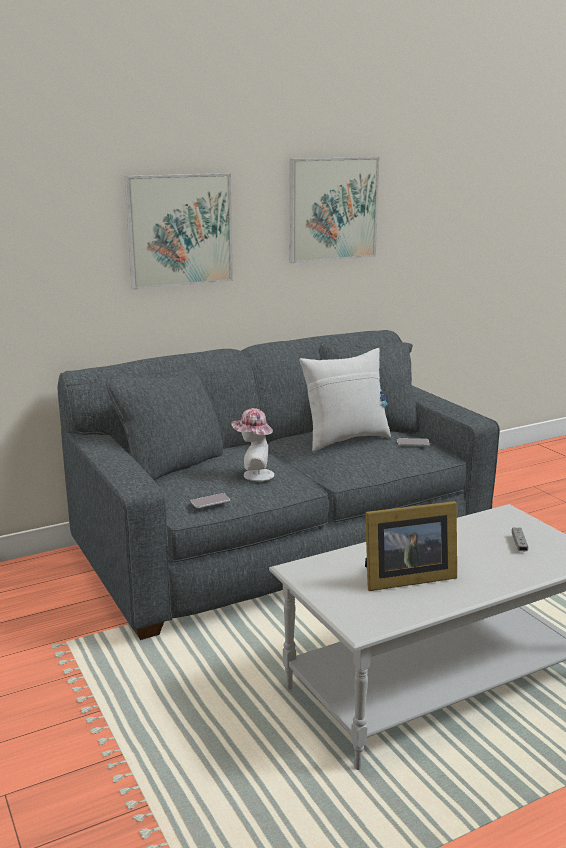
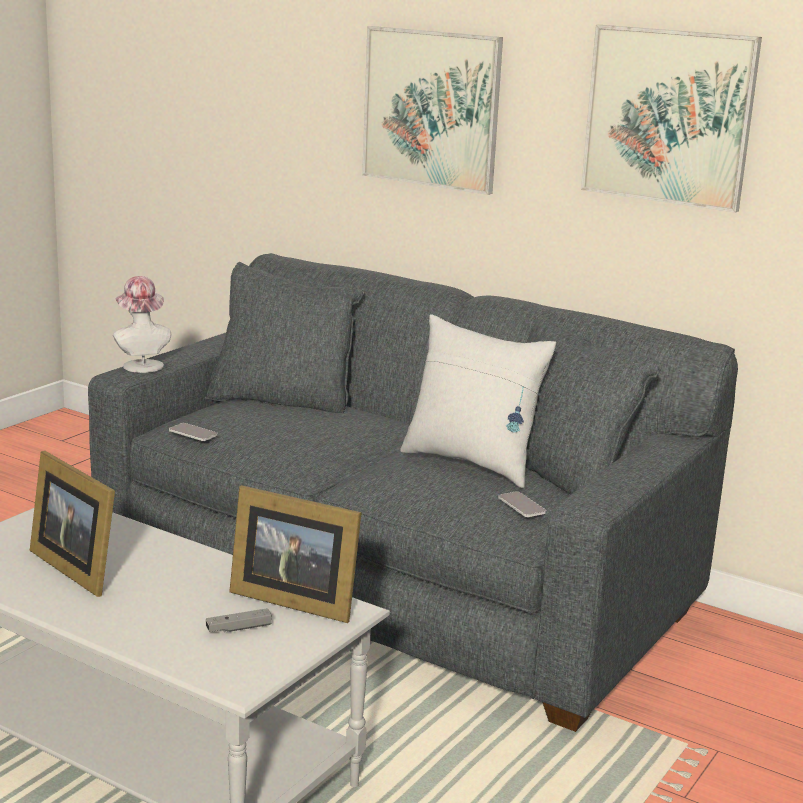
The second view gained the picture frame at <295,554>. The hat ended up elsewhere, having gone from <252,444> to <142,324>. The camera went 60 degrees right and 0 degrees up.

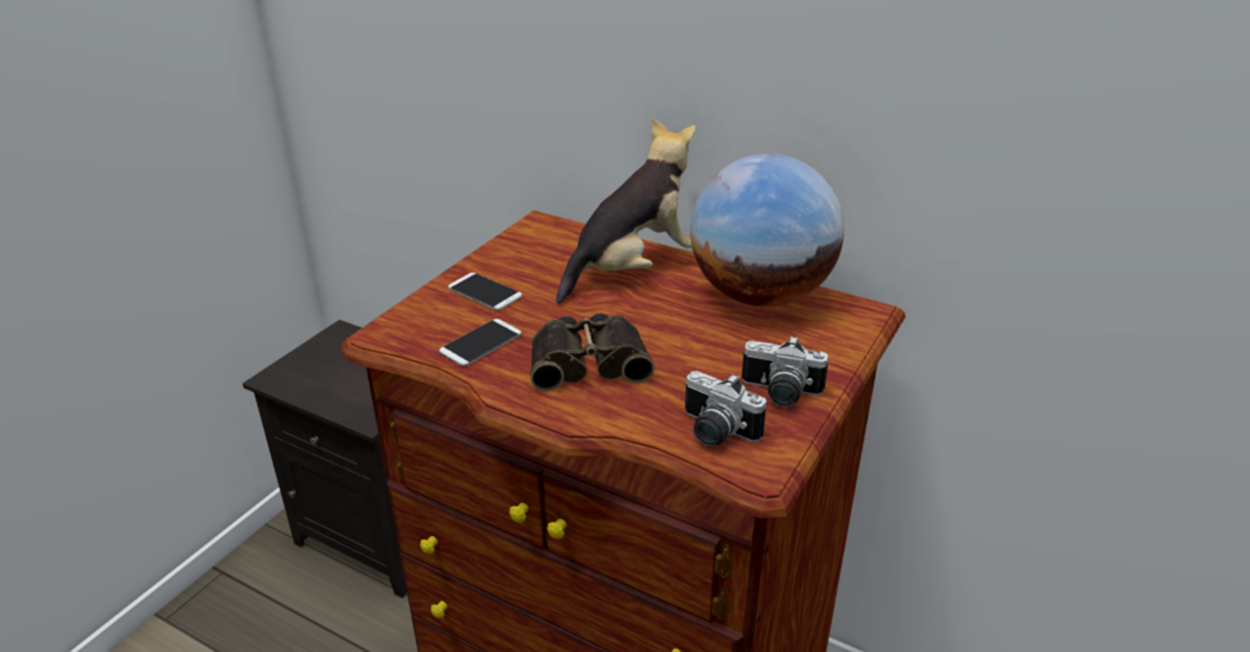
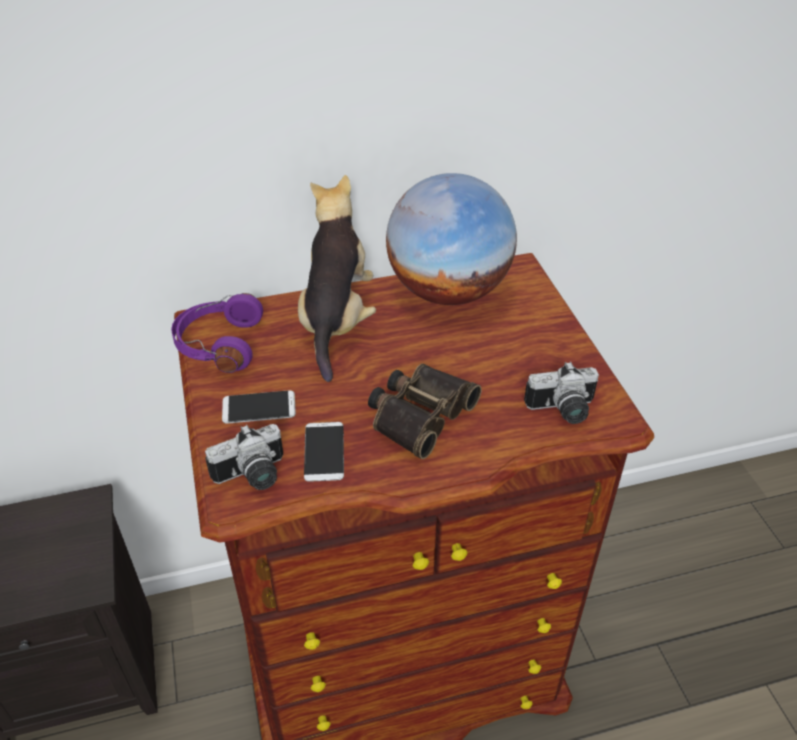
The second view gained the headphones (purple) at <217,333>. The photo camera ended up elsewhere, having gone from <785,371> to <244,457>. The camera went 45 degrees left and 10 degrees up.

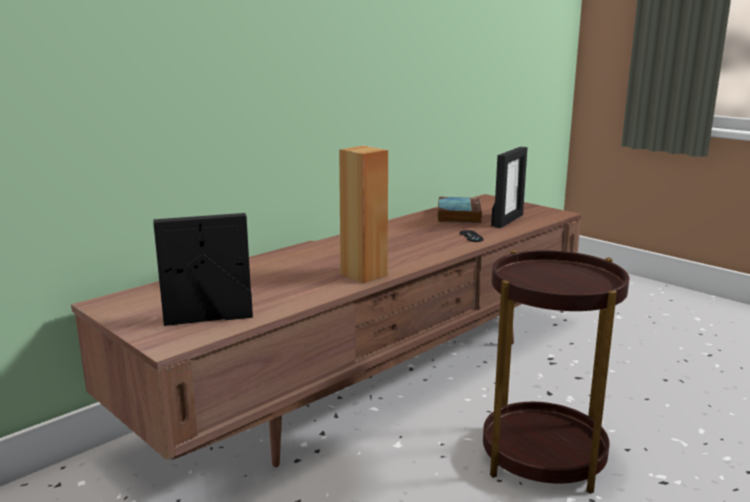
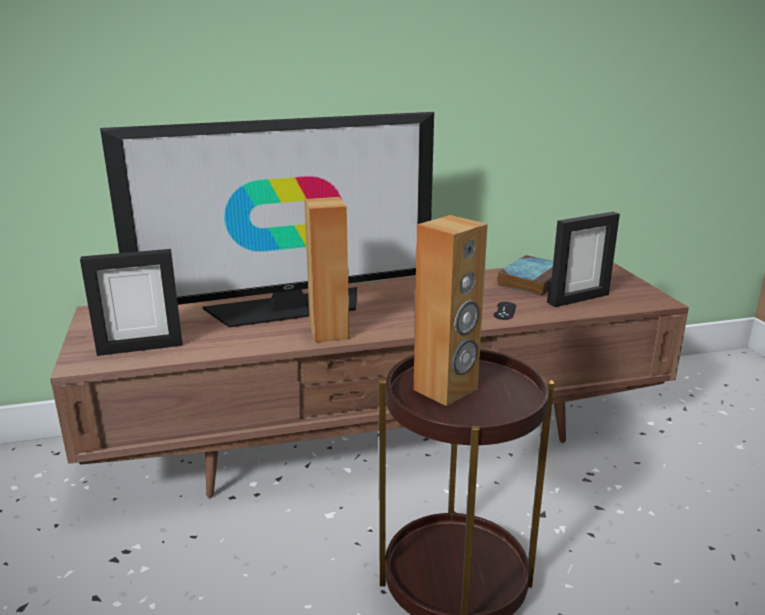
The second view gained the television at <267,219>. The second view gained the speaker (brown) at <451,310>. The picture frame at <203,269> ended up facing another way, 150 degrees clockwise from before. The camera went 30 degrees right and 5 degrees up.

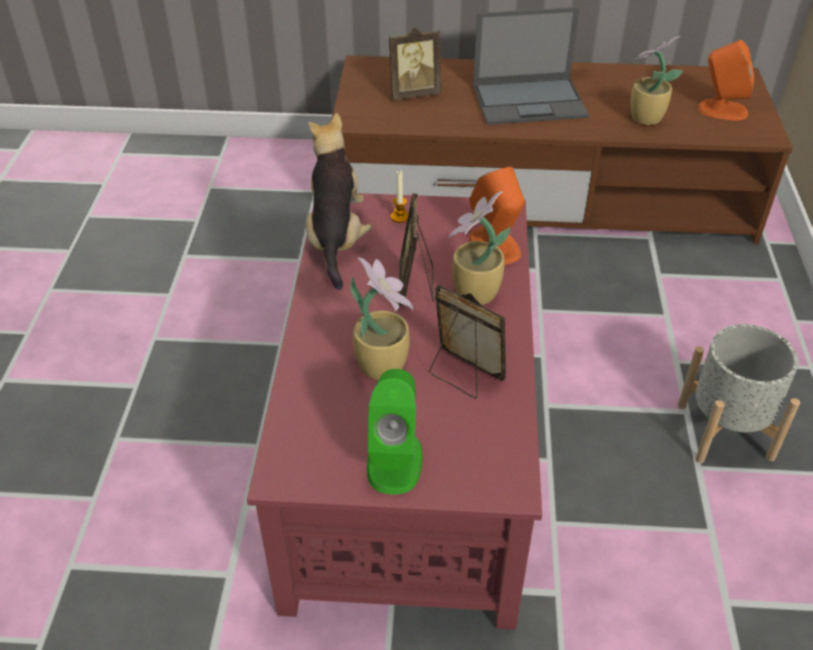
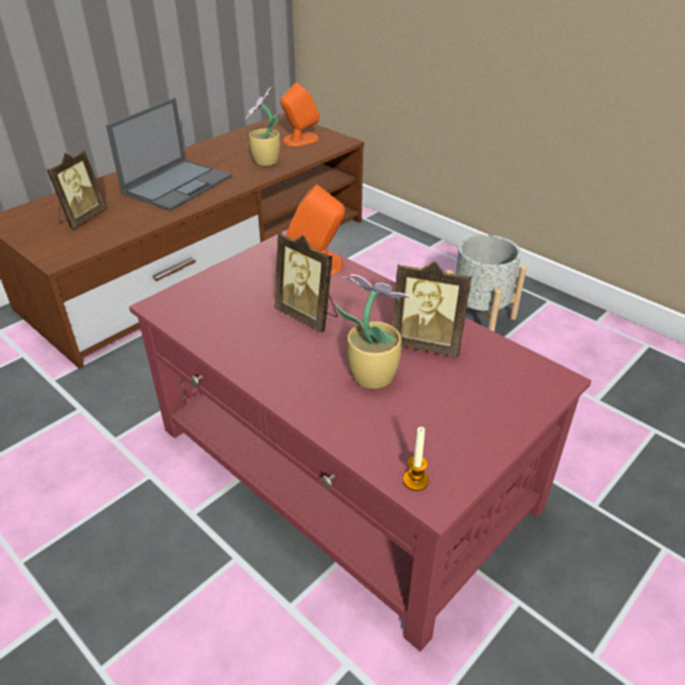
The second view lost the plush toy at <339,201>. The second view lost the speaker (green) at <394,431>. The second view lost the potted plant at <479,248>. The candle ended up elsewhere, having gone from <400,196> to <416,459>. The picture frame at <467,341> ended up facing another way, 150 degrees counterclockwise from before. The camera went 50 degrees left and 5 degrees down.

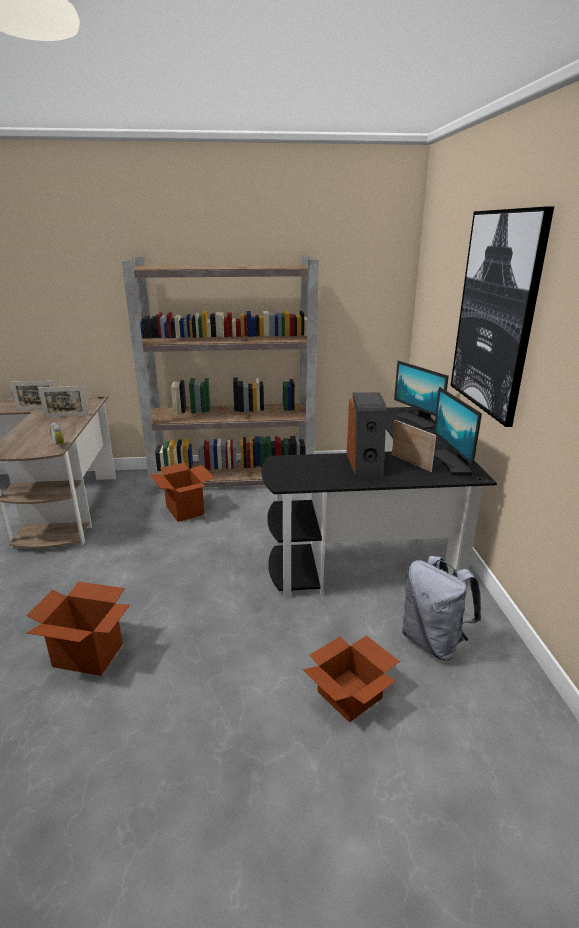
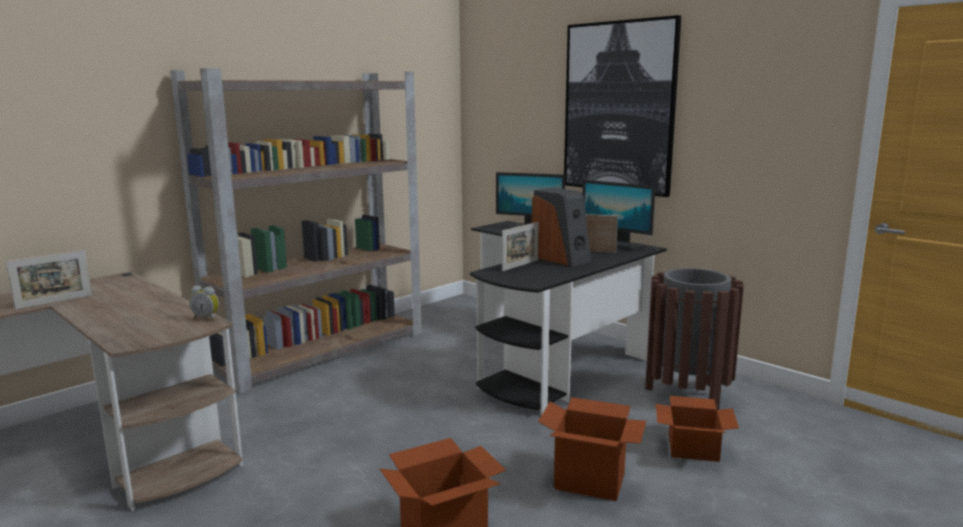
The picture frame ended up elsewhere, having gone from <63,402> to <520,246>. The cardboard box ended up elsewhere, having gone from <182,492> to <592,449>. Where the backpack (grey) stood at <441,608>, the trash can (brown) came to stand at <694,339>. The camera went 40 degrees left and 10 degrees down.

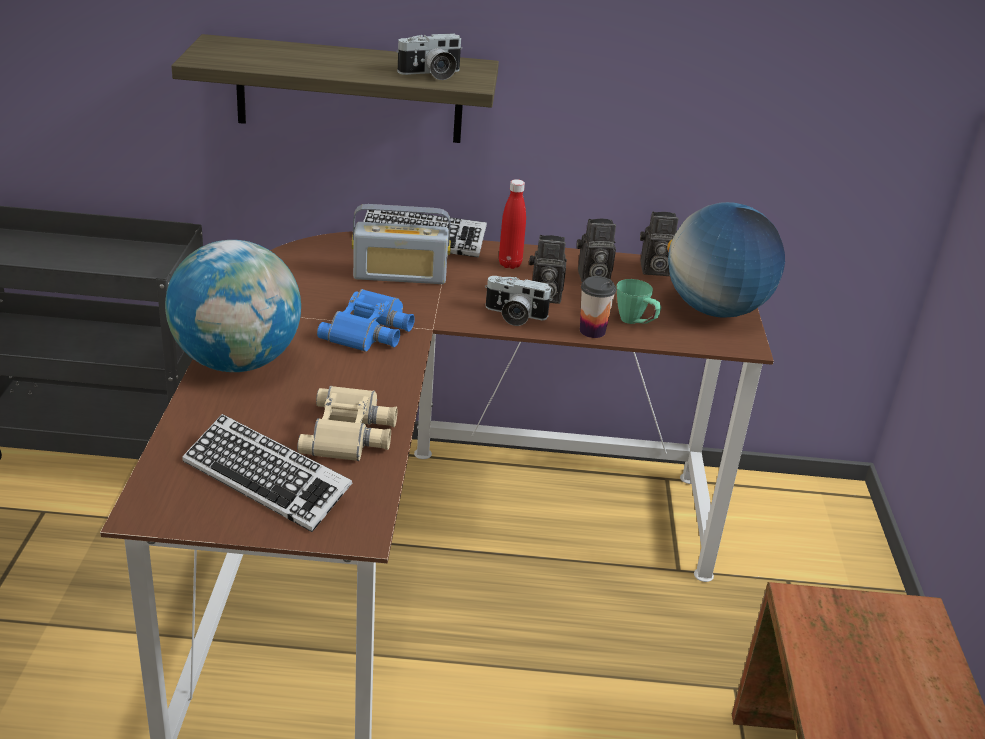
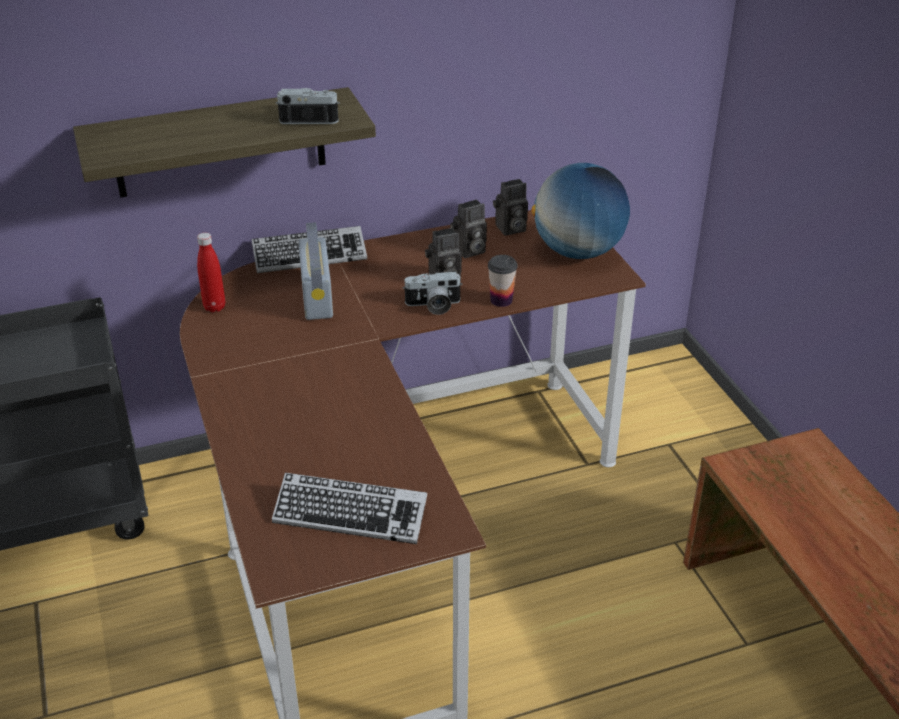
The second view lost the globe at <233,306>. The second view lost the binoculars (beige) at <347,423>. The second view lost the binoculars (blue) at <366,320>. The second view lost the mug (green) at <638,301>. The bottle (red) ended up elsewhere, having gone from <512,224> to <211,272>. The radio at <401,244> ended up facing another way, 75 degrees counterclockwise from before. The photo camera at <429,56> ended up facing another way, 135 degrees counterclockwise from before. The camera went 20 degrees left and 5 degrees up.

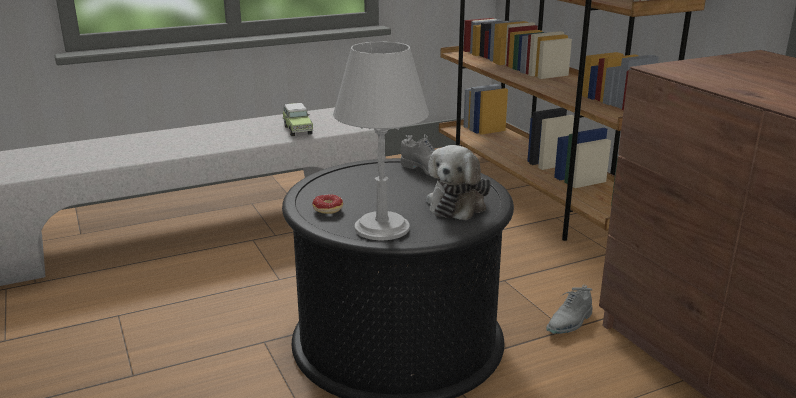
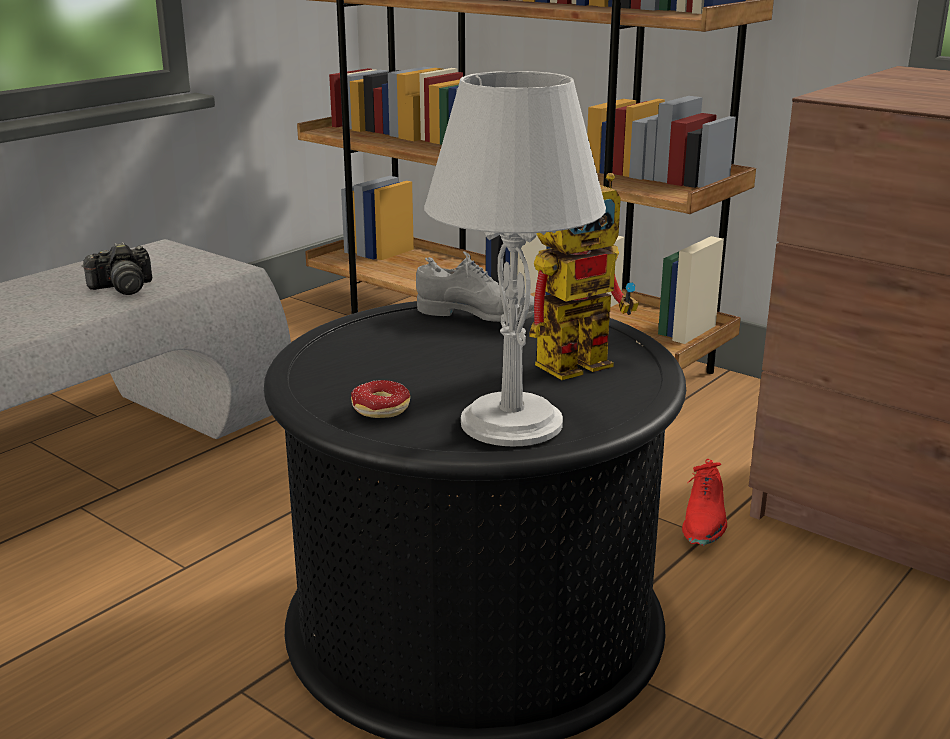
Where the toy car stood at <298,119>, the photo camera came to stand at <116,268>. Where the plush toy stood at <458,182>, the toy robot came to stand at <584,276>. What was the shoe (grey) at <569,309> turned into the shoe (red) at <704,502>. The camera went 25 degrees left and 0 degrees up.

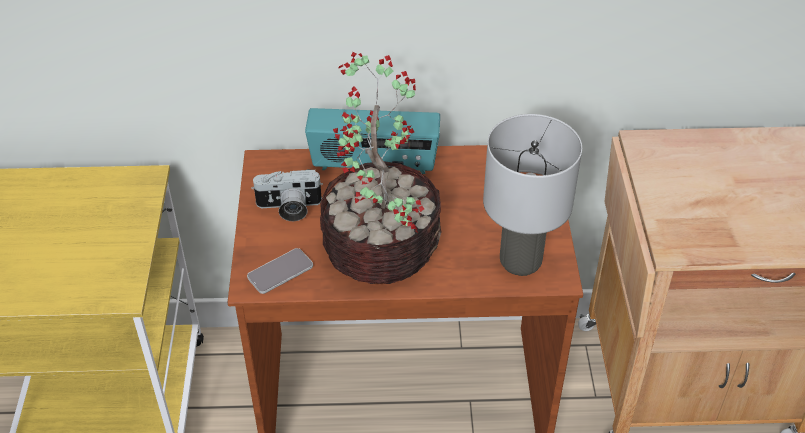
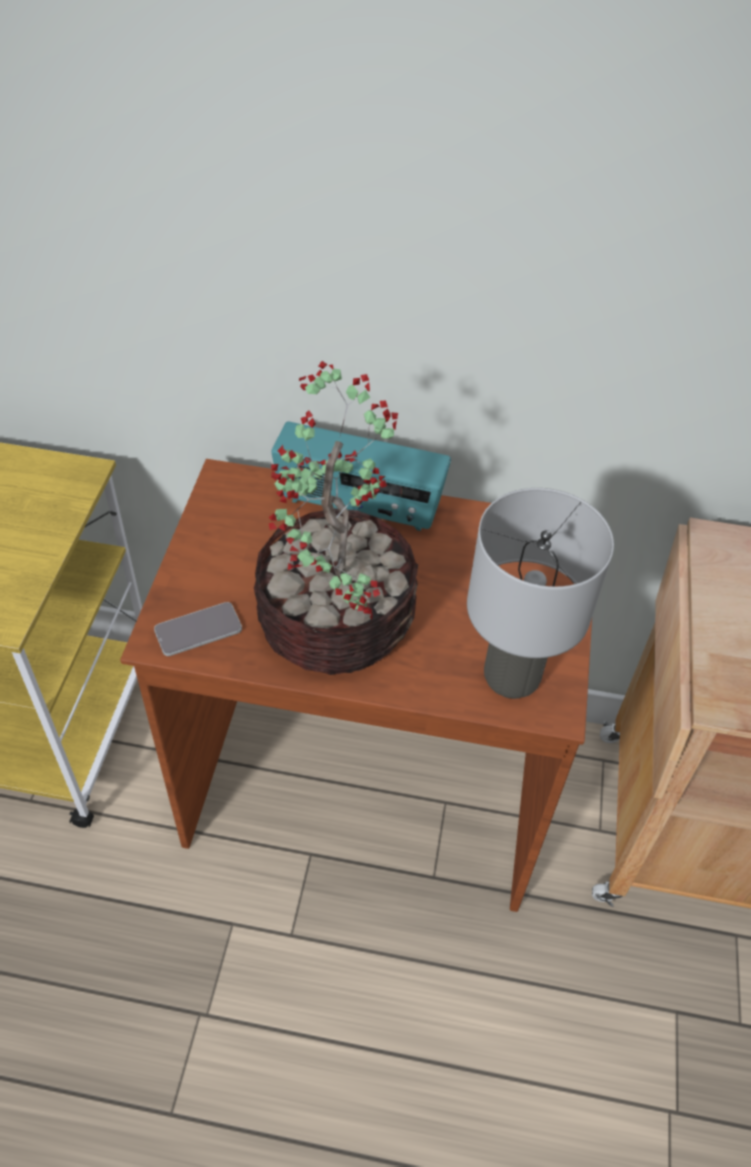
The second view lost the photo camera at <287,195>. The camera went 10 degrees right and 5 degrees up.

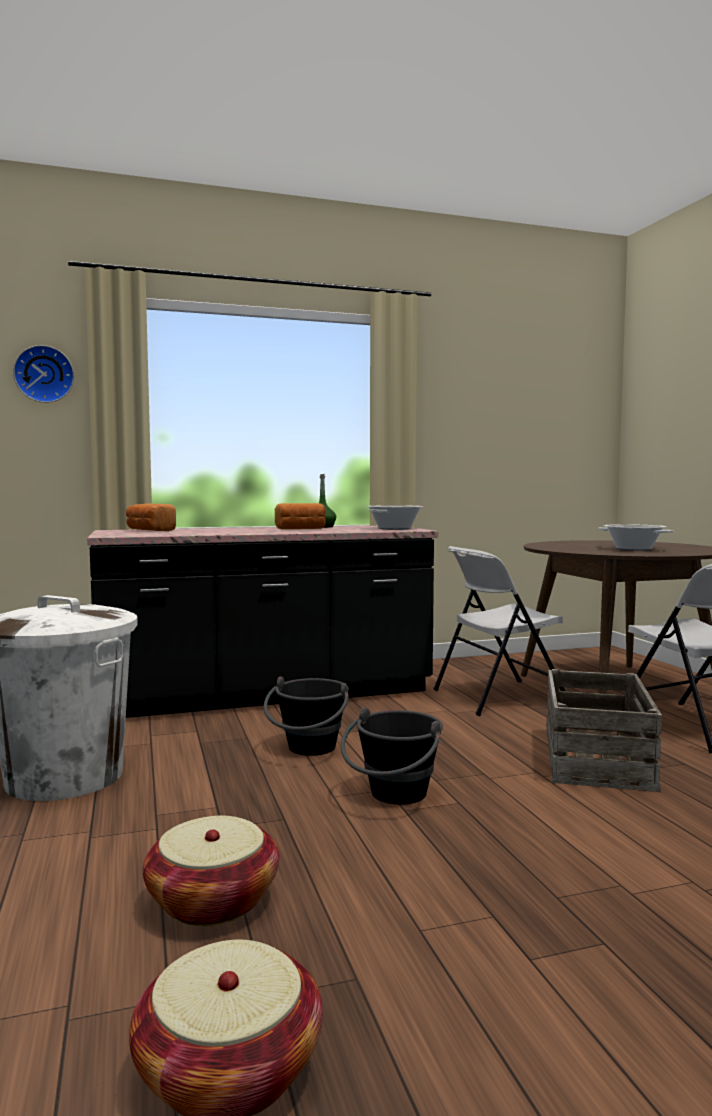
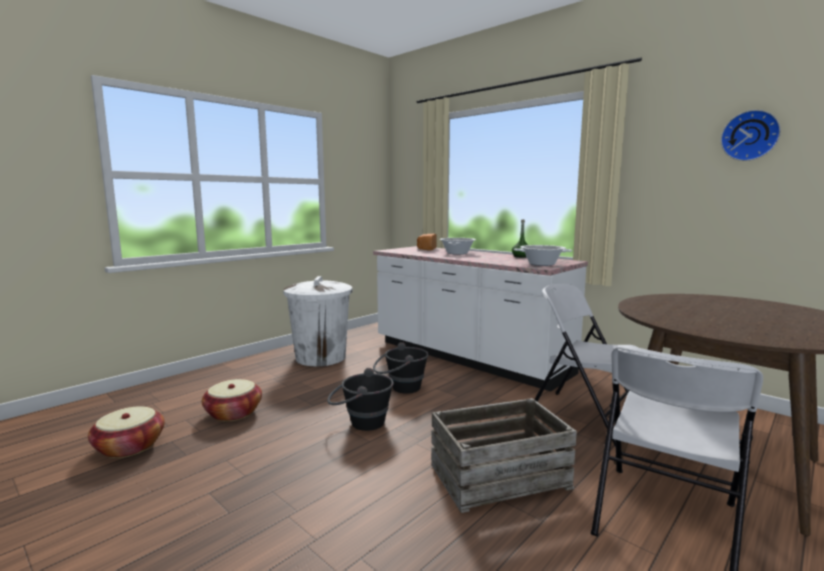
The second view lost the bread at <300,516>. The wall clock ended up elsewhere, having gone from <43,374> to <751,135>. The cooking pot ended up elsewhere, having gone from <636,537> to <457,246>. What was the counter (black) at <262,622> turned into the counter (white) at <480,318>. The camera went 60 degrees right and 5 degrees up.

